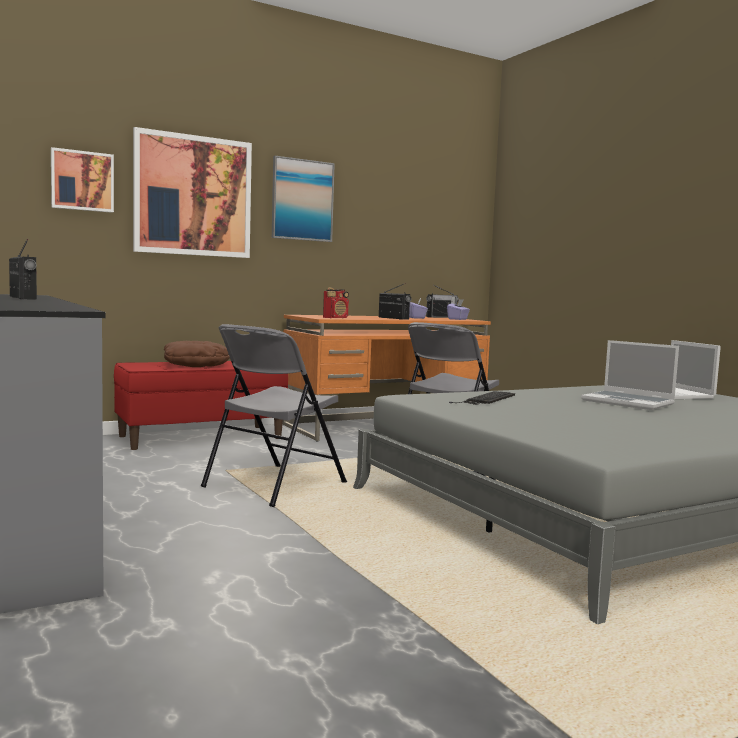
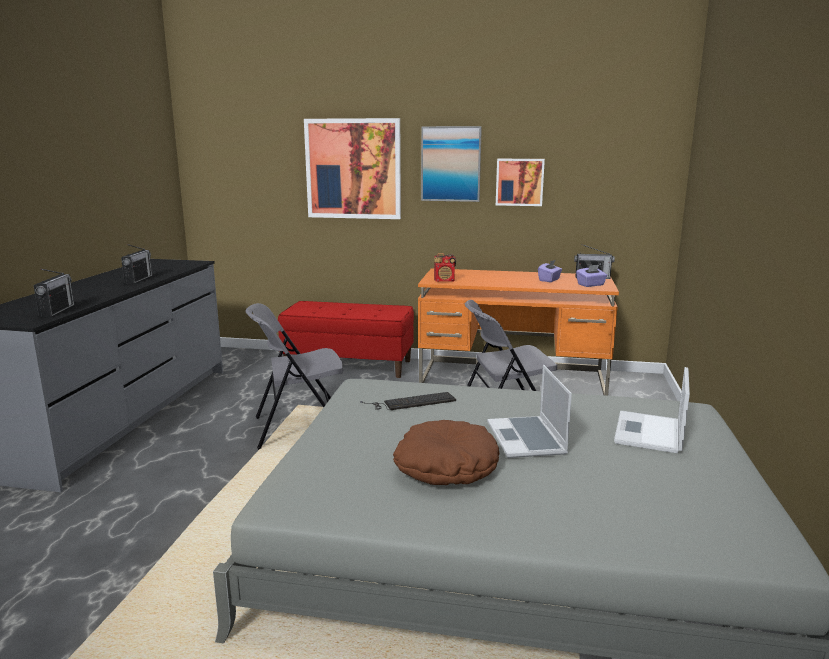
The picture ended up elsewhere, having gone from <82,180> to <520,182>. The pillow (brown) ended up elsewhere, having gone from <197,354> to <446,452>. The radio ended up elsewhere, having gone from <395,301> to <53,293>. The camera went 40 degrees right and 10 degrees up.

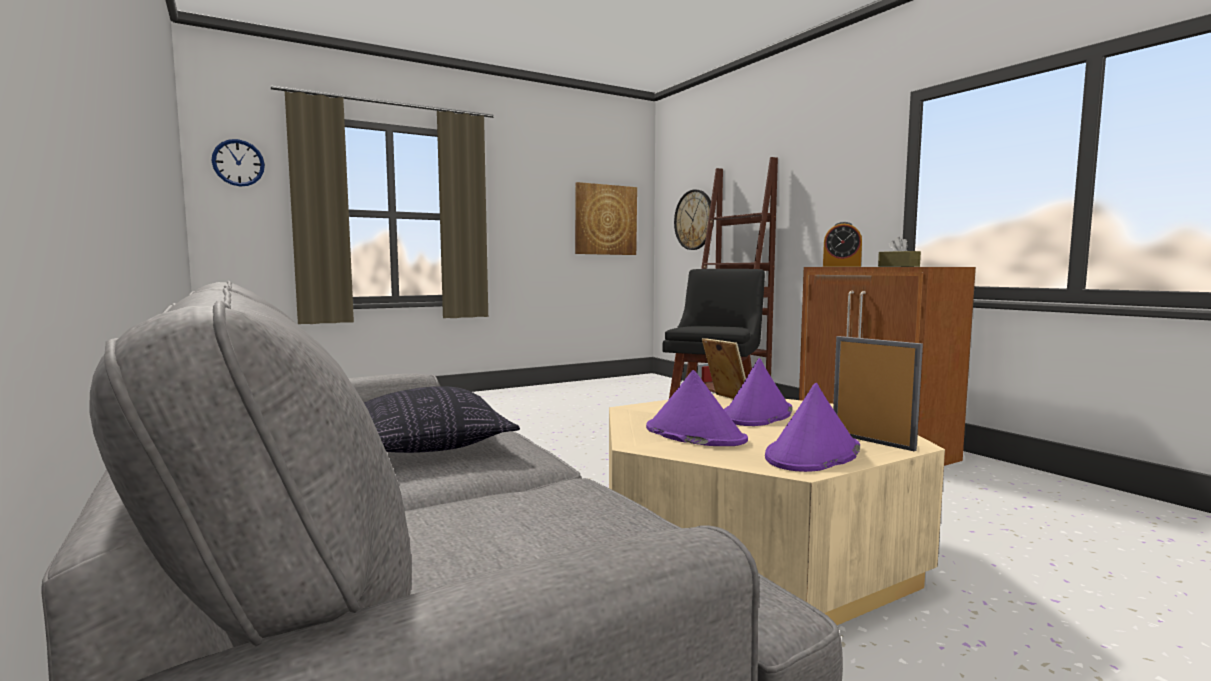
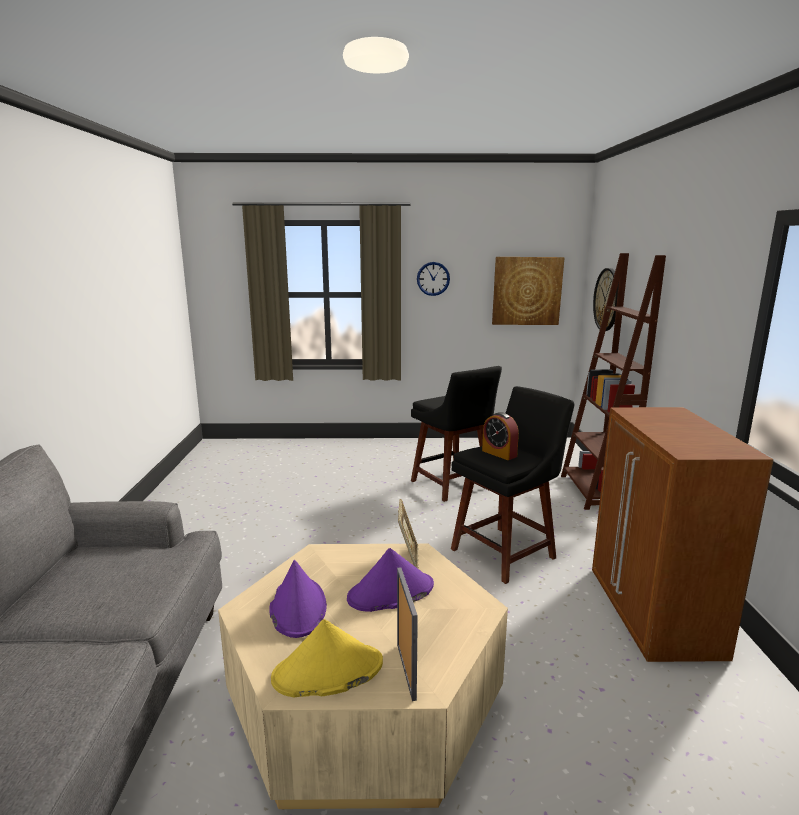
The second view lost the pillow at <442,419>. The second view lost the tissue box (brown) at <899,252>. The second view gained the stool (black) at <456,434>. The wall clock ended up elsewhere, having gone from <238,163> to <433,279>. The alarm clock ended up elsewhere, having gone from <842,244> to <500,436>. What was the hat (purple) at <812,427> turned into the hat (yellow) at <327,658>. The camera went 30 degrees right and 10 degrees up.

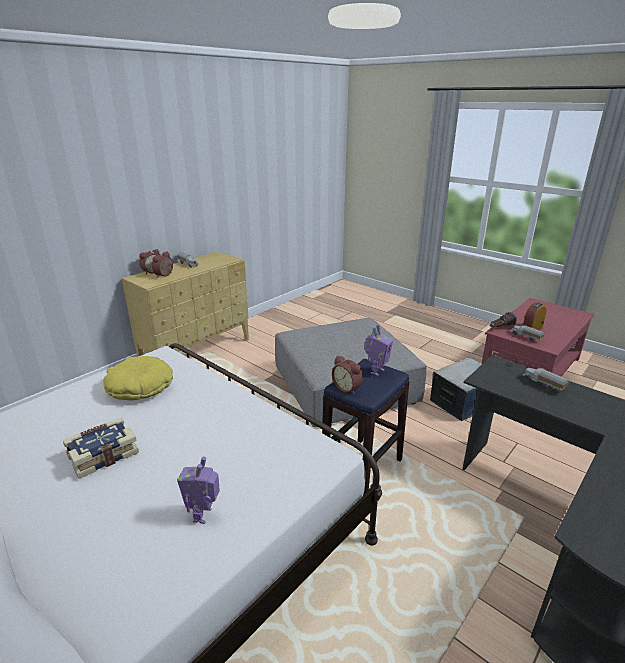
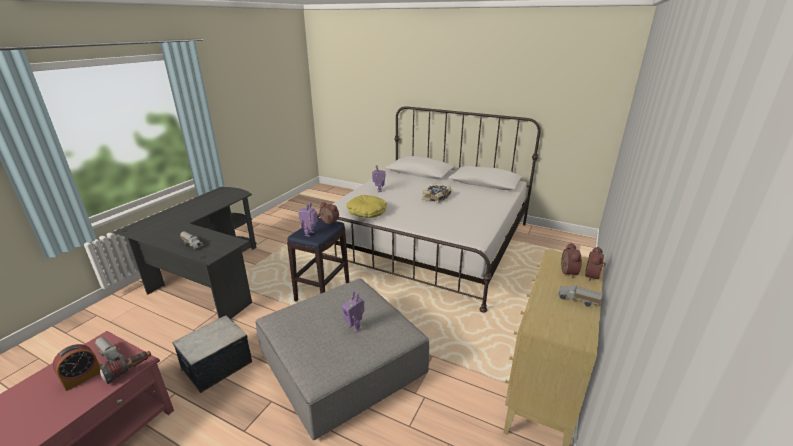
The second view gained the toy robot at <353,312>. The pillow (yellow) ended up elsewhere, having gone from <138,378> to <366,206>. The camera went 165 degrees right and 0 degrees up.

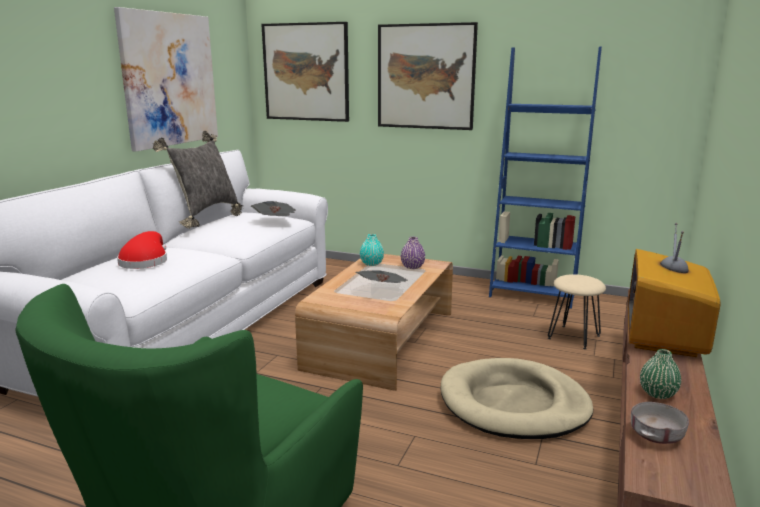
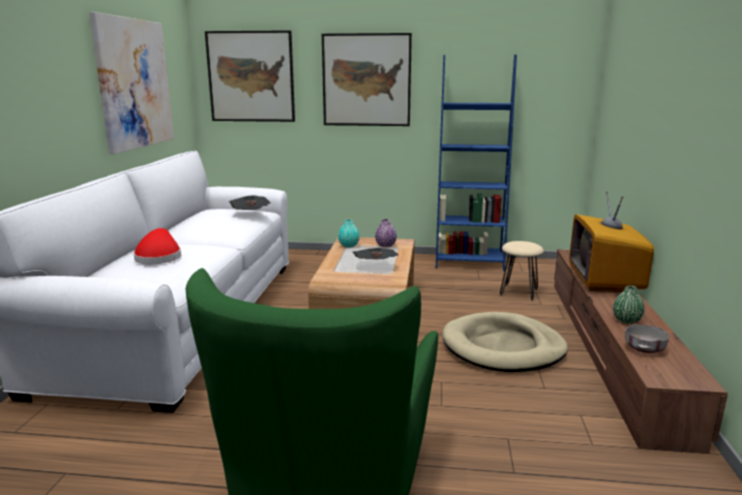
The second view lost the pillow at <198,179>. The camera went 15 degrees left and 0 degrees up.

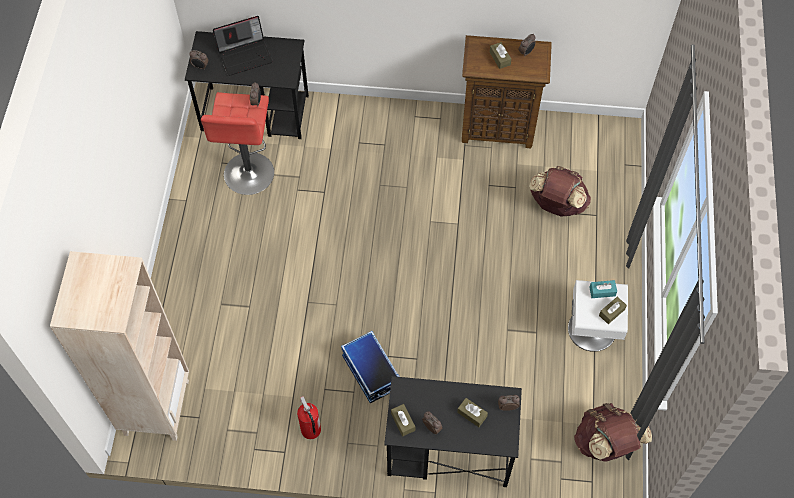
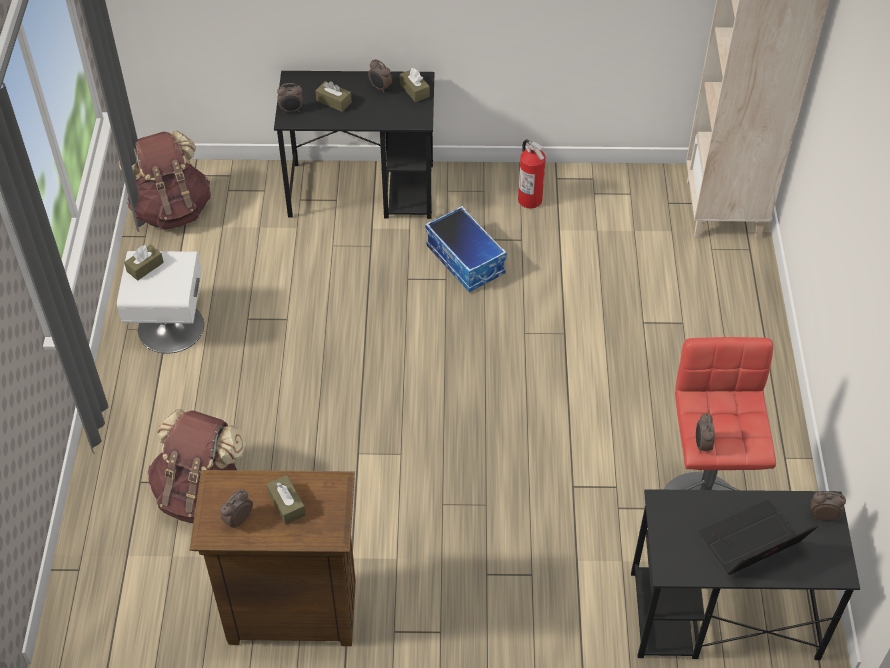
The second view lost the tissue box (turquoise) at <603,289>. The camera went 175 degrees right and 10 degrees down.

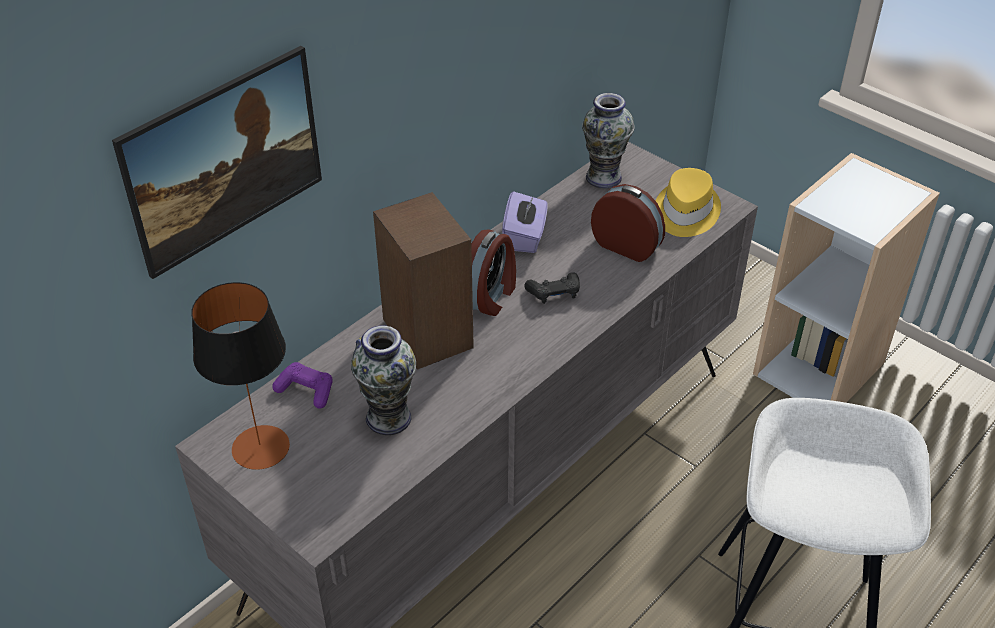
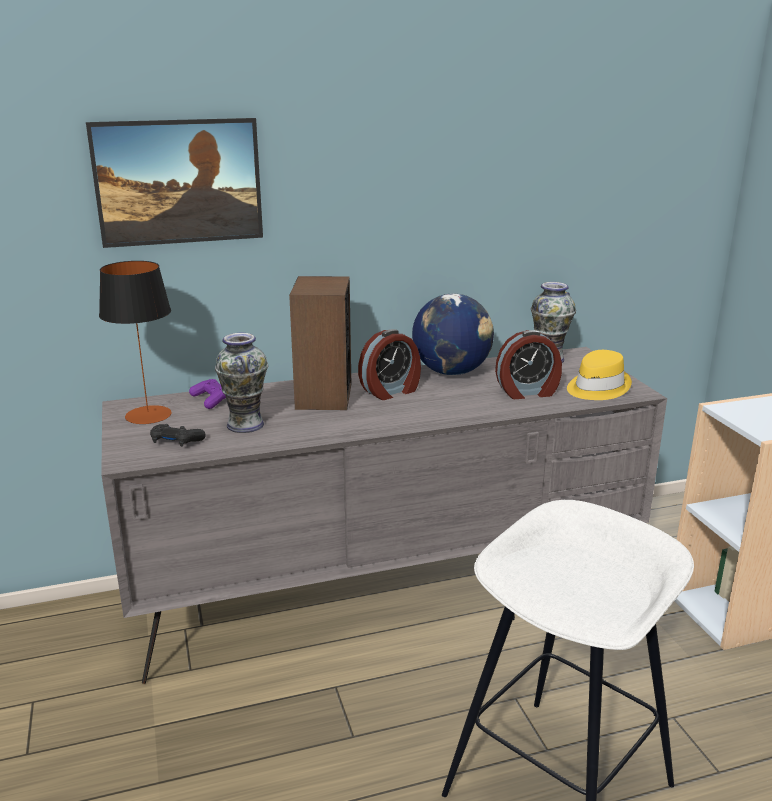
The game controller (black) ended up elsewhere, having gone from <552,288> to <177,435>. Where the tissue box (purple) stood at <525,222>, the globe came to stand at <453,334>. The alarm clock at <628,223> ended up facing another way, 105 degrees clockwise from before. The camera went 30 degrees right and 20 degrees down.

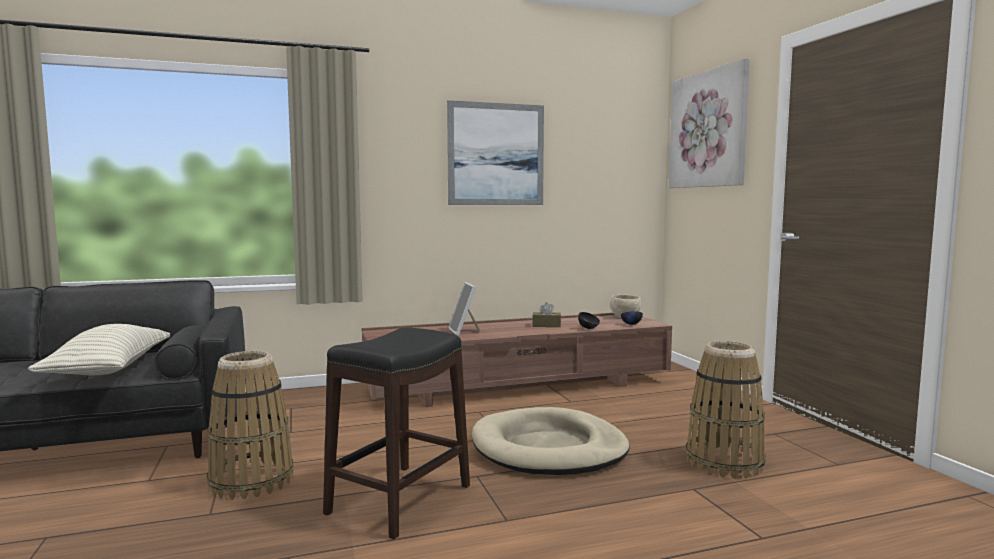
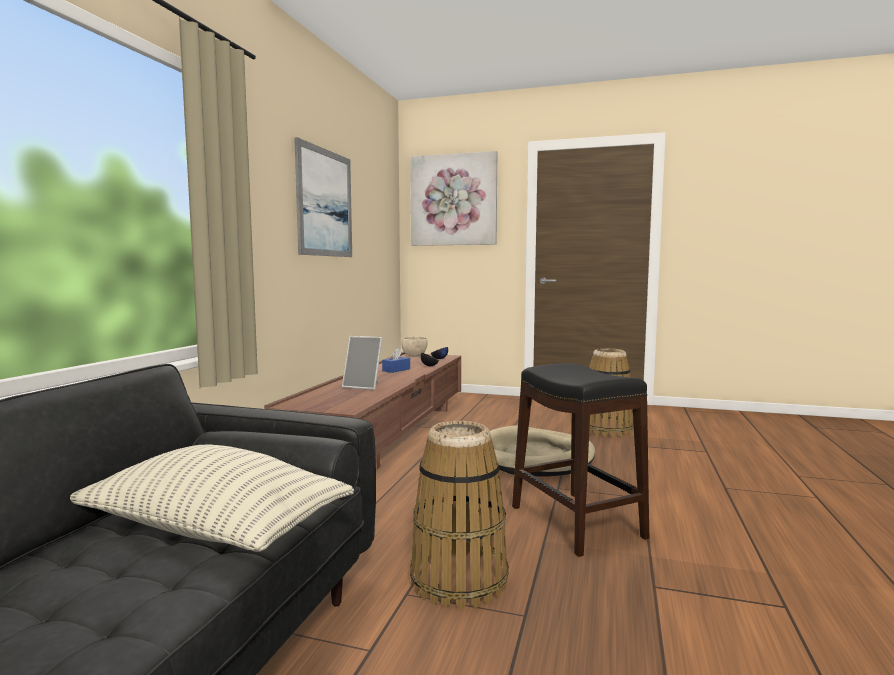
What was the tissue box (brown) at <546,314> turned into the tissue box (blue) at <396,360>. The camera went 55 degrees left and 0 degrees up.

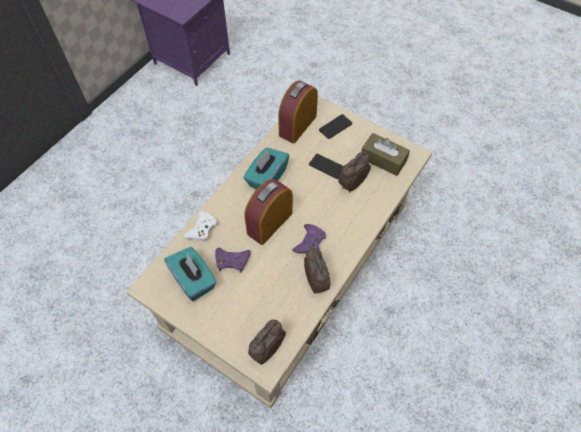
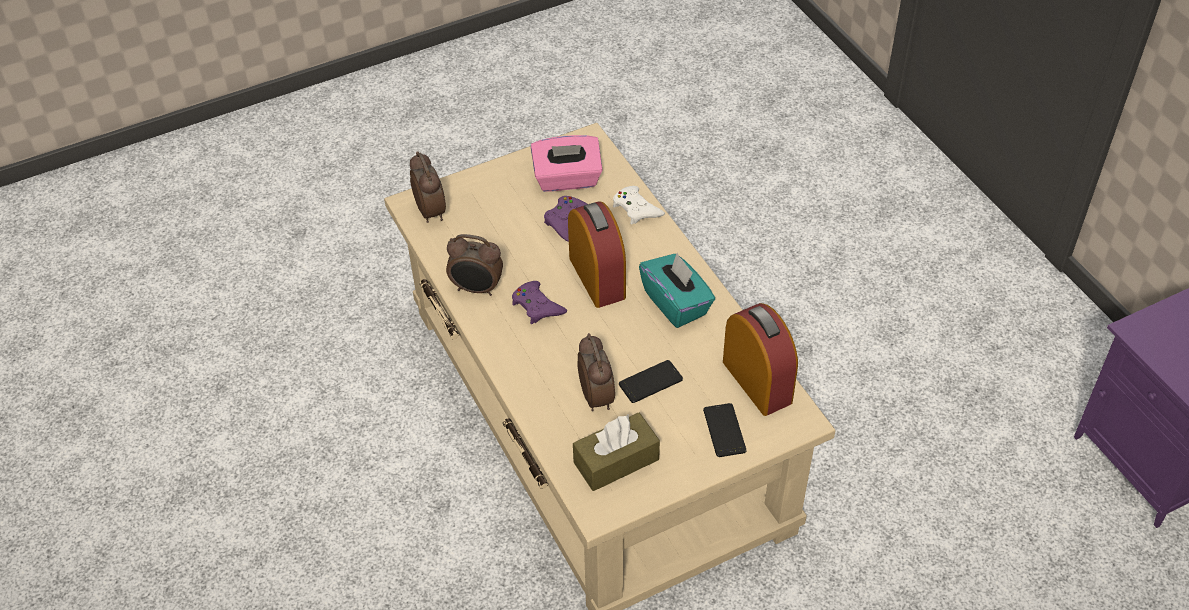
What was the tissue box (turquoise) at <190,274> turned into the tissue box (pink) at <566,163>. The camera went 120 degrees right and 10 degrees down.

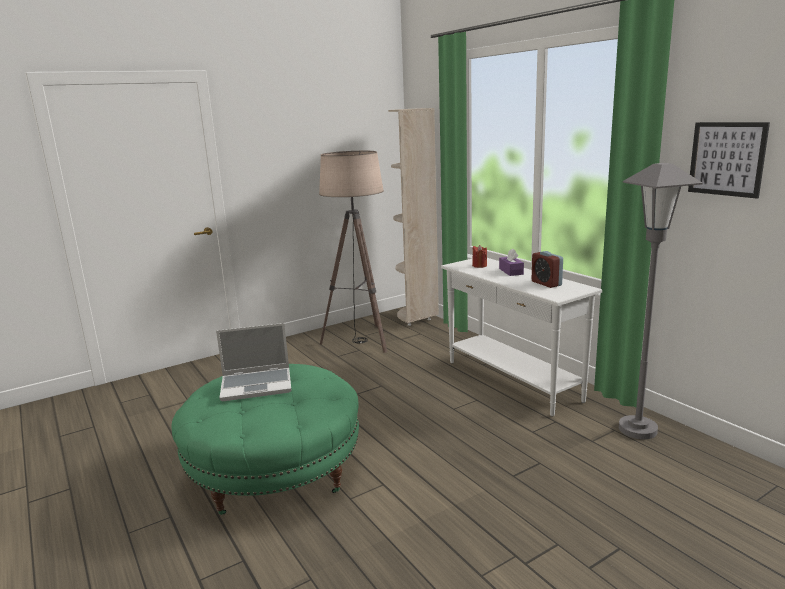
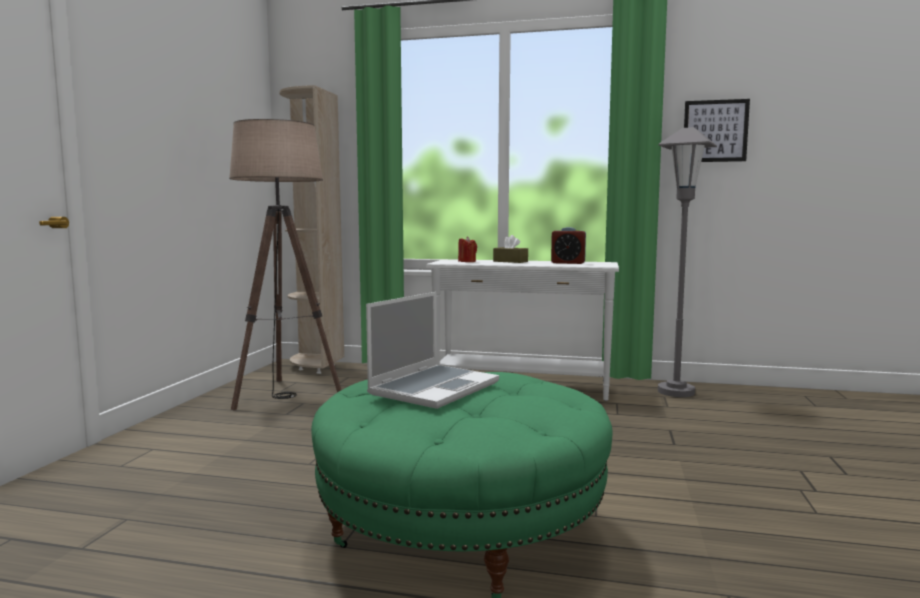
What was the tissue box (purple) at <511,262> turned into the tissue box (brown) at <510,249>. The camera went 45 degrees left and 10 degrees down.

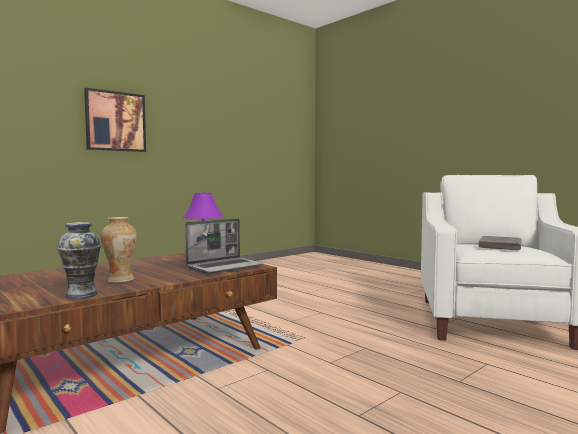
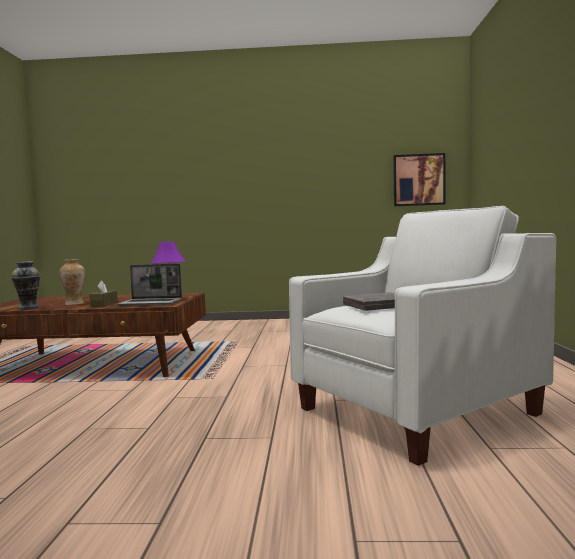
The second view gained the tissue box (brown) at <103,293>. The picture ended up elsewhere, having gone from <115,120> to <419,179>. The camera went 45 degrees right and 0 degrees up.

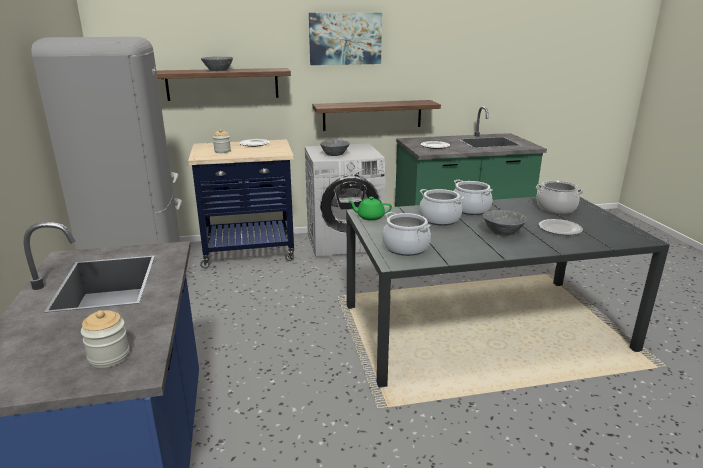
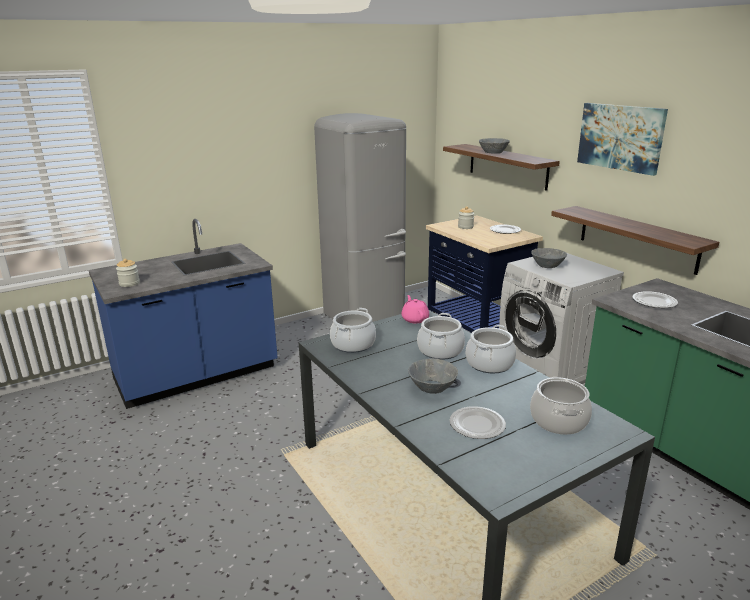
What was the teapot (green) at <370,209> turned into the teapot (pink) at <415,309>. The camera went 70 degrees right and 0 degrees up.

